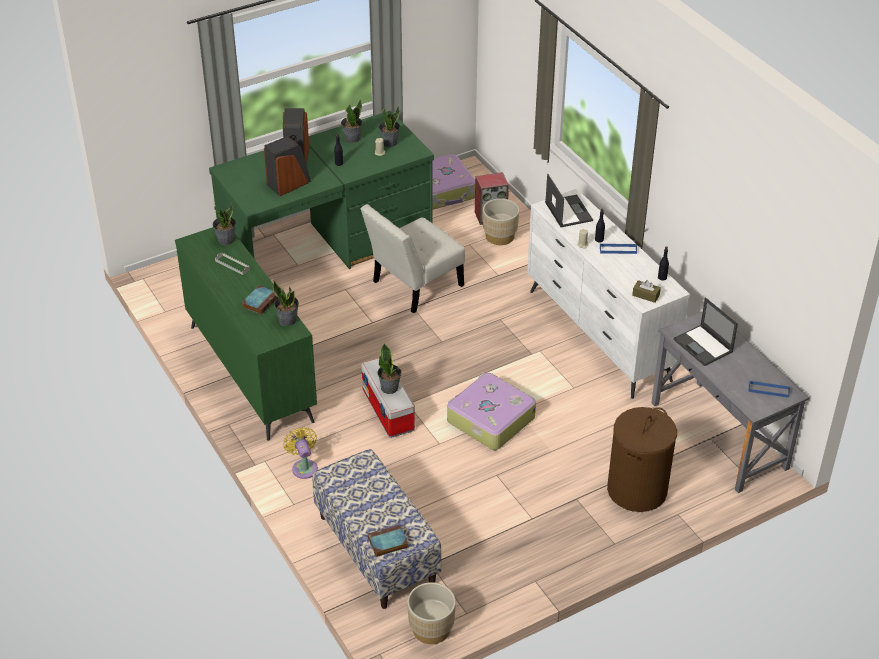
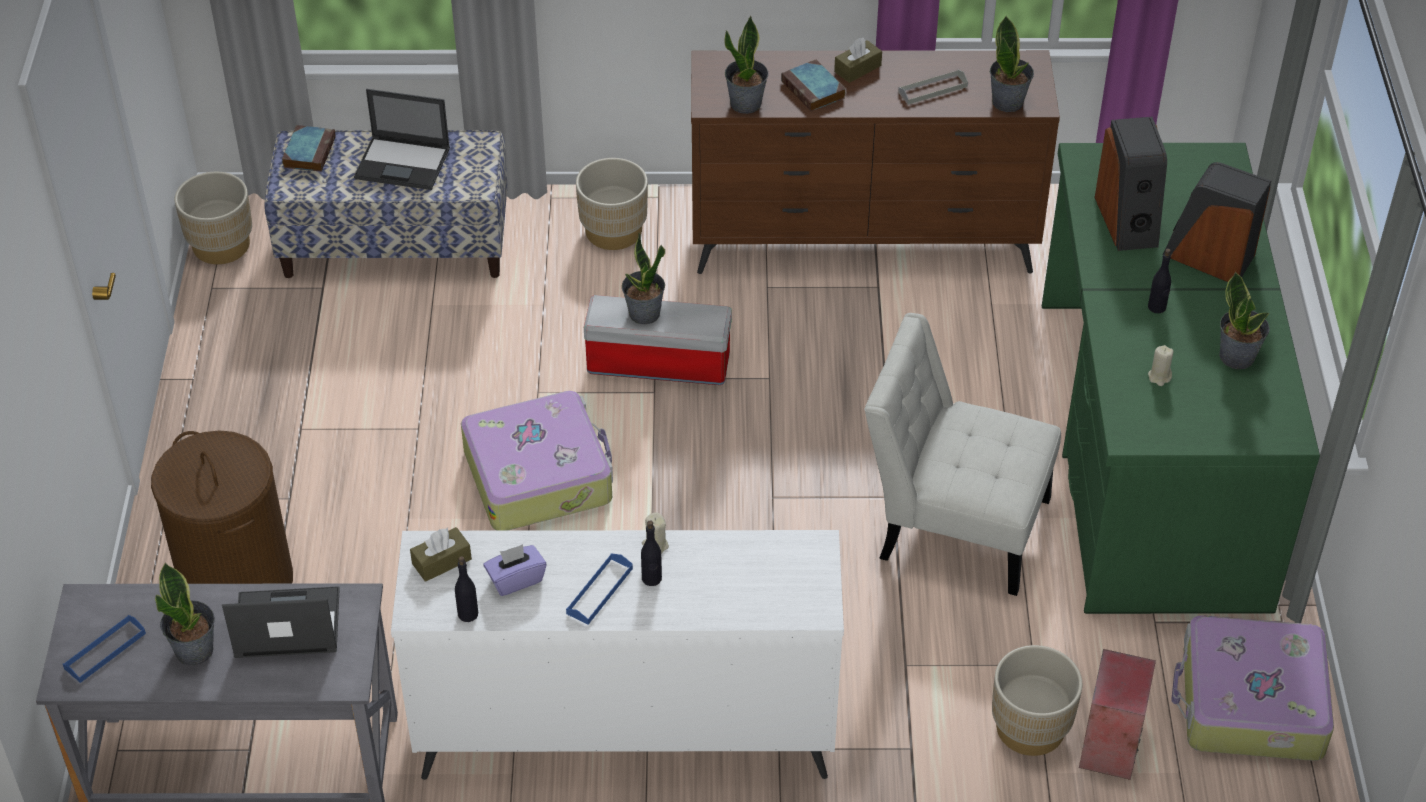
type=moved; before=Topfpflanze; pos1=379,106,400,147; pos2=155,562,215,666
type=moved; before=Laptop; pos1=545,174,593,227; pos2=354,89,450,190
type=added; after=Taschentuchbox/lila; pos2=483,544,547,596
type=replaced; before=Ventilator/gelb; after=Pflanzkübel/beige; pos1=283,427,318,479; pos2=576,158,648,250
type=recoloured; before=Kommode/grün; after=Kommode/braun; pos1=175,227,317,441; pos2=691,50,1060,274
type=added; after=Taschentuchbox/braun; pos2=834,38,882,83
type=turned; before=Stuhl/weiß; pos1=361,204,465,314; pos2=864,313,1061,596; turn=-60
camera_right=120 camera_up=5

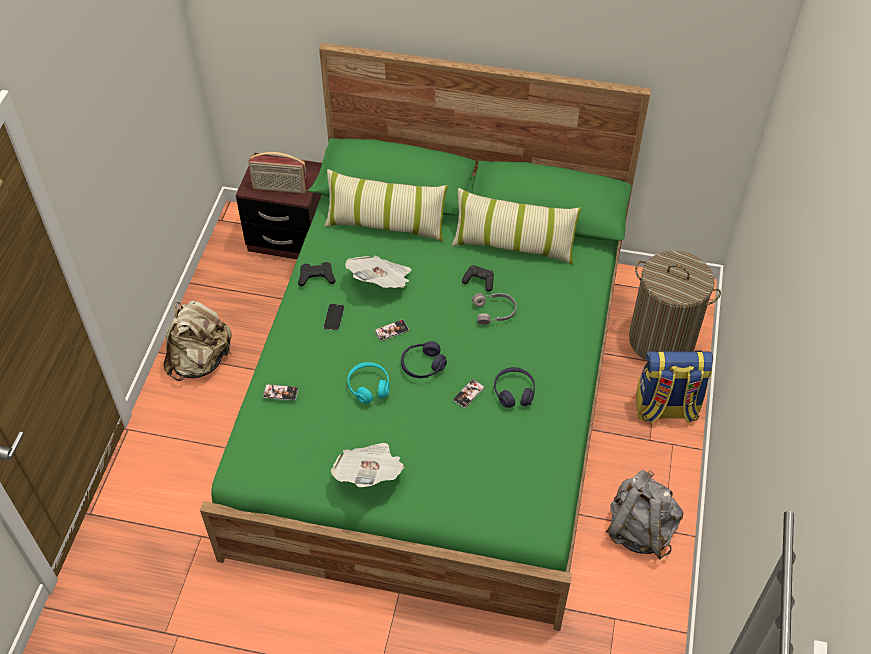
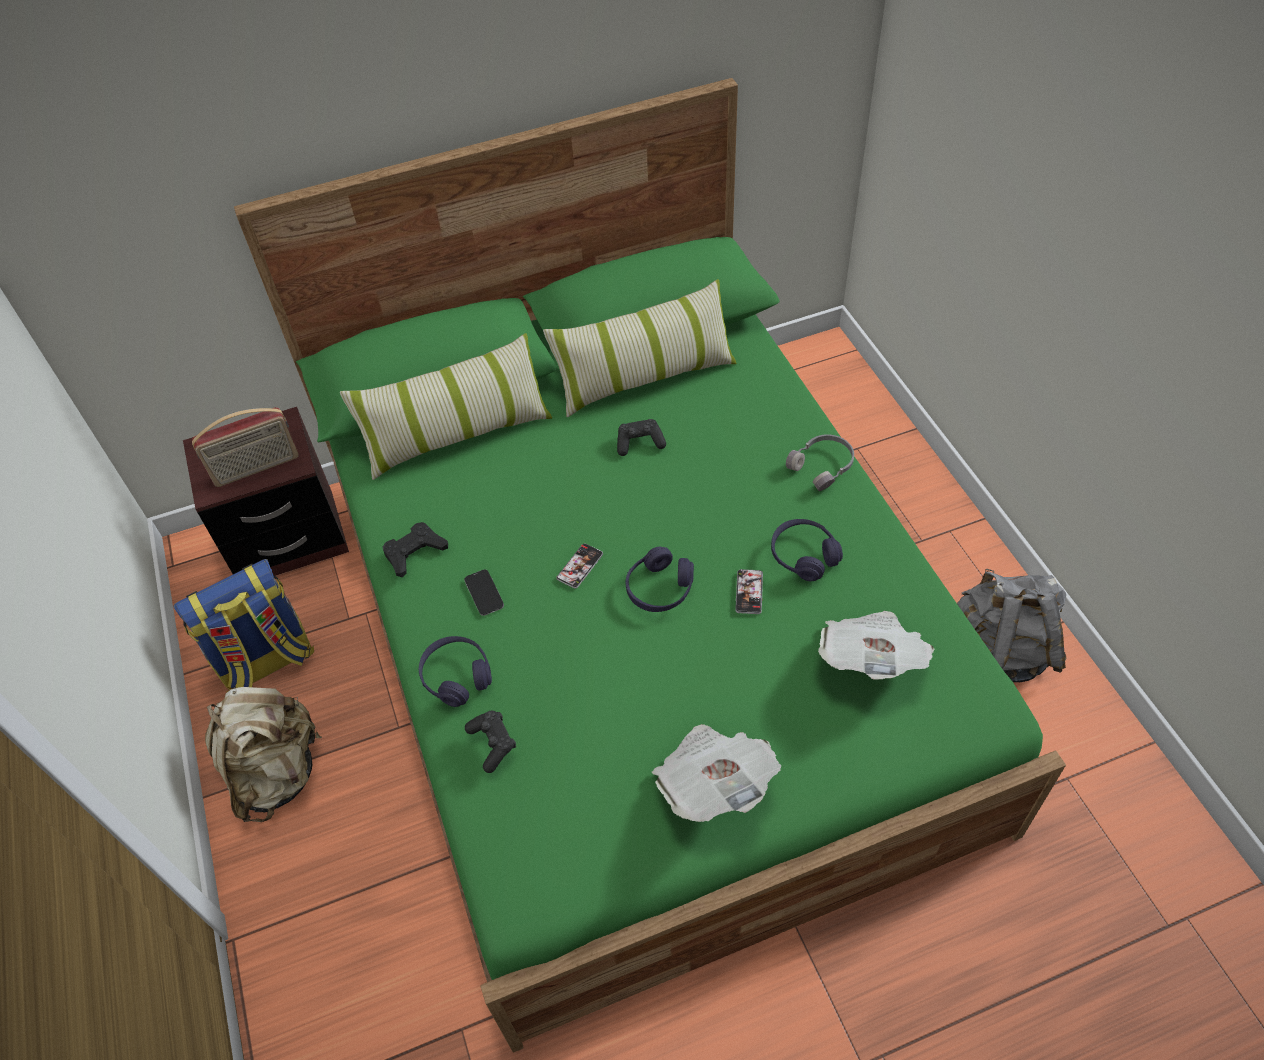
type=moved; before=Rucksack; pos1=636,350,713,424; pos2=173,559,314,692
type=added; after=Kopfhörer/lila; pos2=419,636,492,707
type=replaced; before=Handy; after=Gamepad/schwarz; pos1=263,384,298,401; pos2=465,711,516,773
type=moved; before=Kopfhörer/grau; pos1=472,293,517,324; pos2=786,434,854,491
type=moved; before=Zeitung; pos1=345,256,411,288; pos2=818,611,935,679
type=removed; before=Kopfhörer/türkis; pos1=348,362,389,404
type=removed; before=Wäschekorb; pos1=629,251,721,361
camera_right=-30 camera_up=0

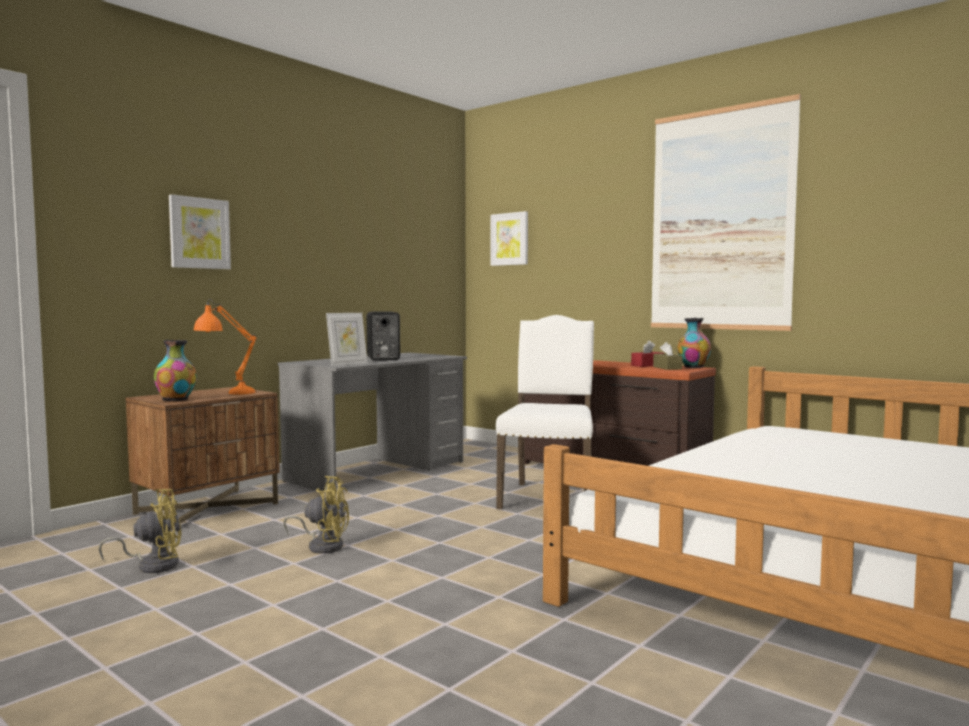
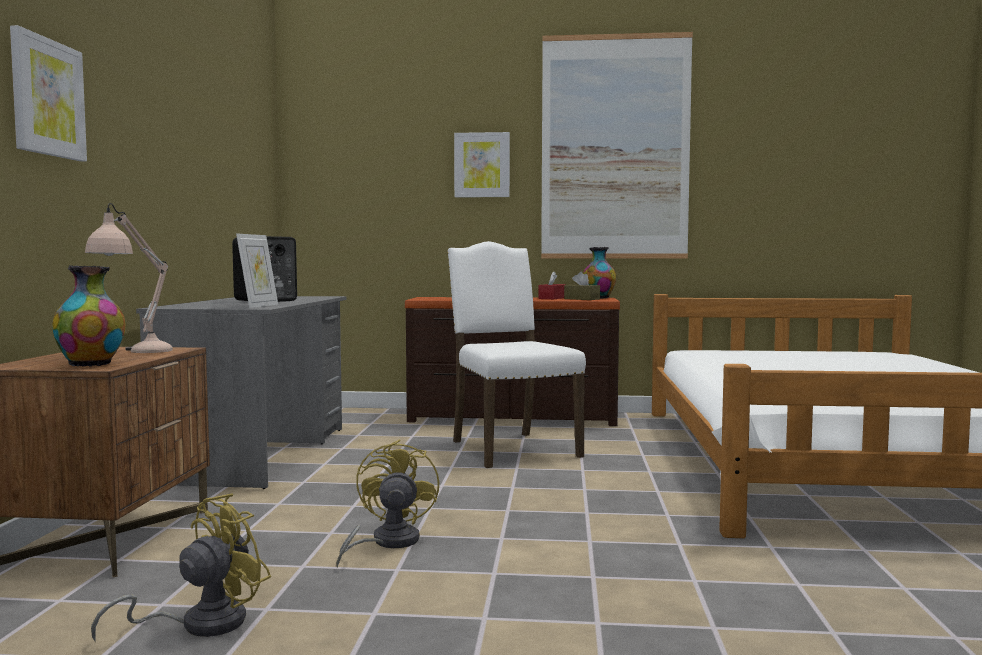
type=recoloured; before=Tischlampe/orange; after=Tischlampe/beige; pos1=194,299,257,395; pos2=85,203,173,353
type=turned; before=Ventilator/gelb; pos1=283,476,349,554; pos2=336,439,439,568; turn=-60
type=moved; before=Bild; pos1=491,211,528,266; pos2=454,132,510,198
camera_right=-35 camera_up=0

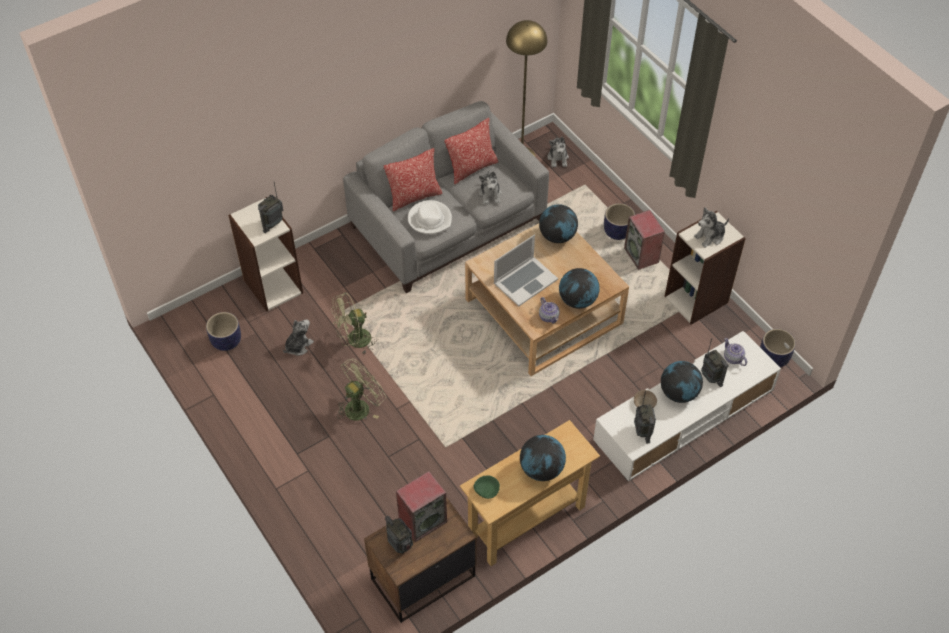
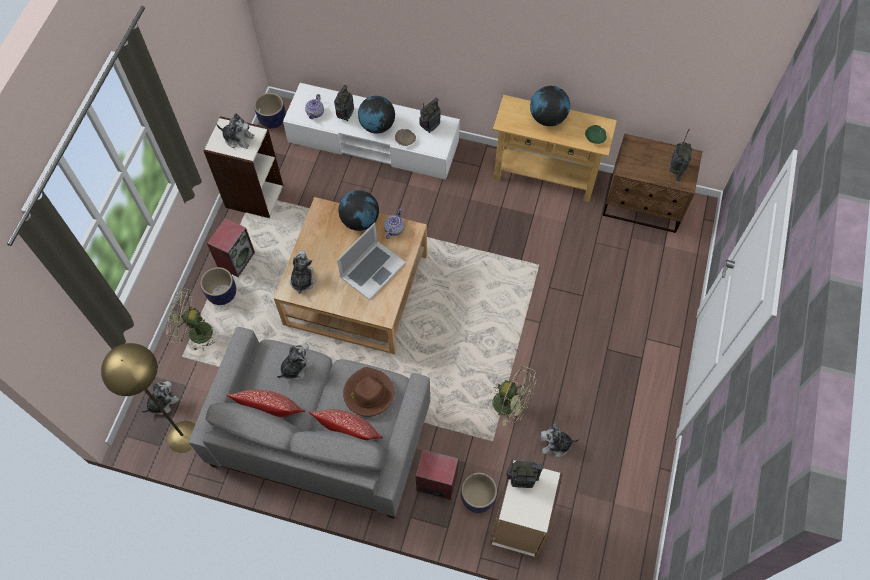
type=moved; before=Ventilator/grün; pos1=337,358,386,421; pos2=167,288,215,351
type=replaced; before=Globus; after=Plüschtier; pos1=539,204,578,243; pos2=290,250,316,294
type=turned; before=Laptop; pos1=494,235,558,306; pos2=337,223,406,300; turn=120
type=recoloured; before=Hut/weiß; after=Hut/braun; pos1=408,200,452,234; pos2=343,367,394,417
type=moved; before=Lautsprecher; pos1=396,471,447,542; pos2=416,449,459,500
type=moved; before=Pflanzkübel; pos1=206,312,241,351; pos2=461,472,497,513
camera_right=-130 camera_up=10

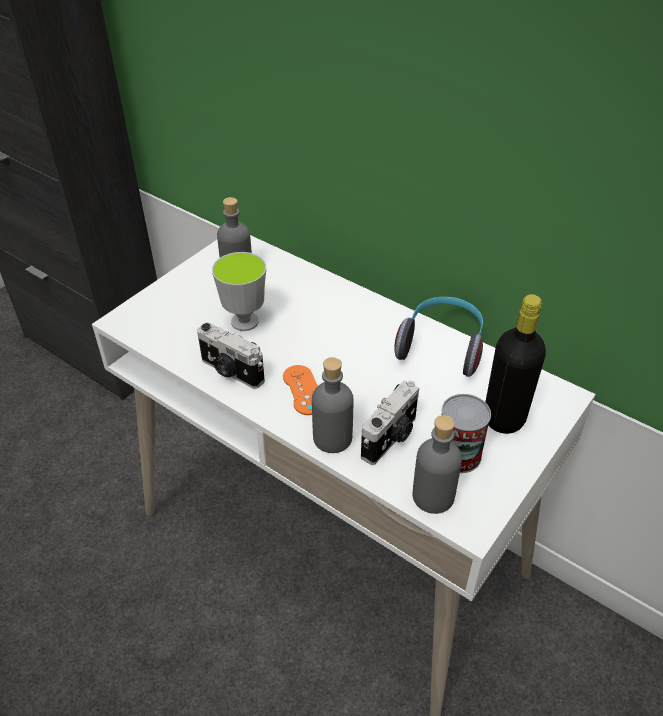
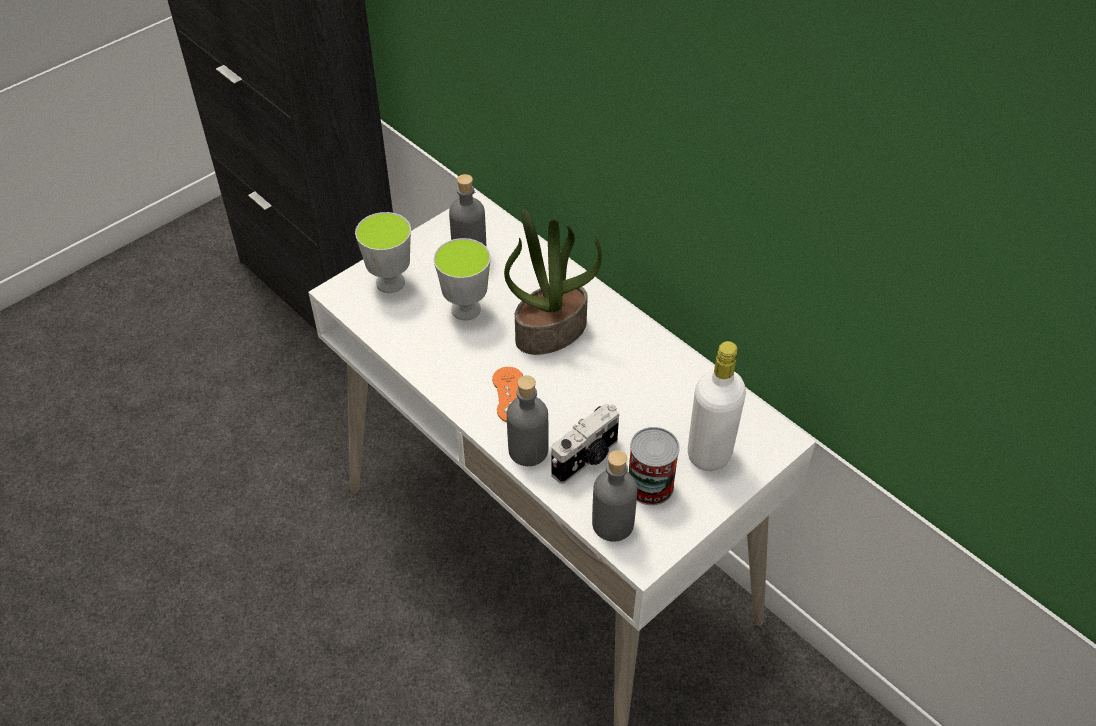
type=added; after=Tasse; pos2=355,212,411,293
type=added; after=Topfpflanze; pos2=504,210,602,355
type=recoloured; before=Flasche/schwarz; after=Flasche/weiß; pos1=485,294,546,434; pos2=688,341,746,471
type=removed; before=Kamera; pos1=197,323,265,389
type=removed; before=Kopfhörer; pos1=394,297,483,377
camera_right=10 camera_up=5

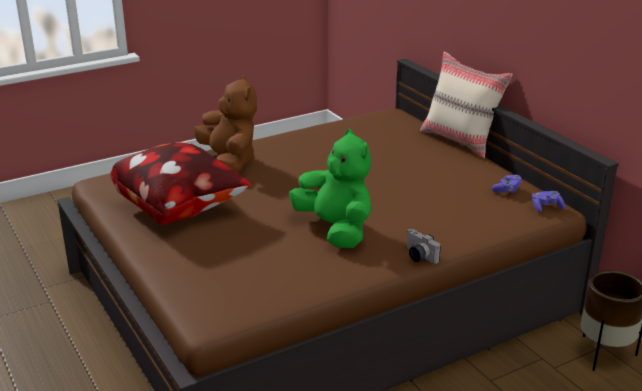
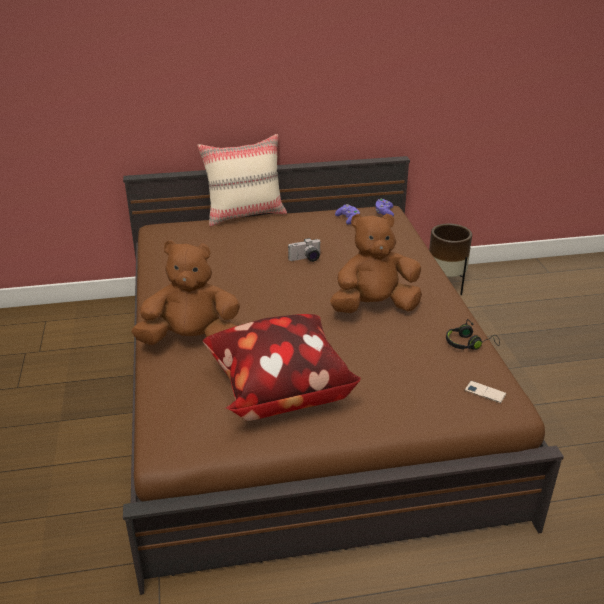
type=moved; before=Kamera; pos1=407,229,441,264; pos2=288,238,321,262
type=recoloured; before=Plüschtier/grün; after=Plüschtier/braun; pos1=289,129,371,248; pos2=330,213,422,313
type=added; after=Kopfhörer/schwarz; pos2=446,319,500,350
type=added; after=Handy; pos2=465,381,507,404
camera_right=-70 camera_up=5

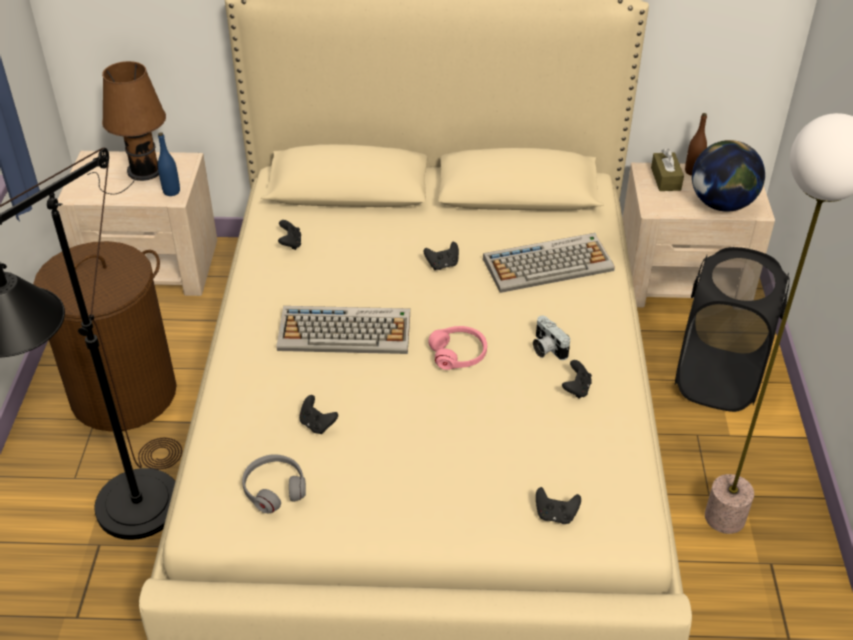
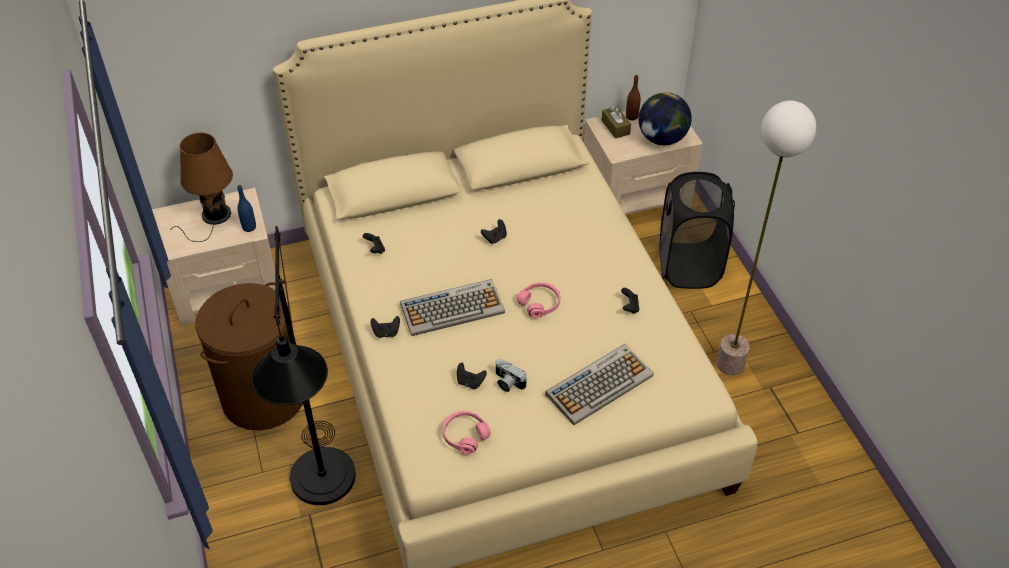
type=moved; before=Gamepad/schwarz; pos1=536,487,581,524; pos2=371,316,400,338
type=recoloured; before=Kopfhörer/grau; after=Kopfhörer/rosa; pos1=242,454,306,513; pos2=443,411,491,454
type=moved; before=Kamera; pos1=533,316,570,360; pos2=495,359,527,392
type=moved; before=Tastatur; pos1=483,233,615,293; pos2=545,344,654,425
camera_right=-20 camera_up=5

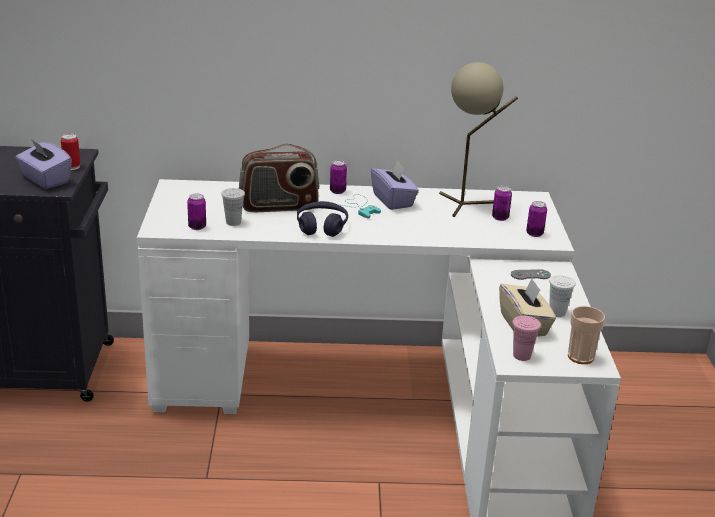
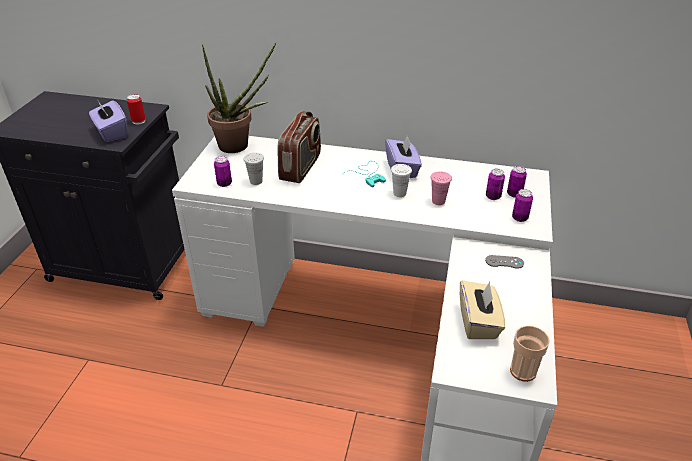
type=added; after=Topfpflanze; pos2=202,42,277,153
type=turned; before=Radio; pos1=239,144,319,212; pos2=277,111,321,183; turn=-75
type=moved; before=Tasse/weiß; pos1=549,275,576,317; pos2=391,164,412,197
type=moved; before=Tasse/rosa; pos1=512,316,541,361; pos2=431,171,452,205
type=moved; before=Dose; pos1=330,160,347,194; pos2=507,166,527,198
type=removed; before=Kopfhörer/lila; pos1=297,201,348,237
type=removed; before=Tischlampe/beige; pos1=439,62,518,217
camera_right=15 camera_up=10

